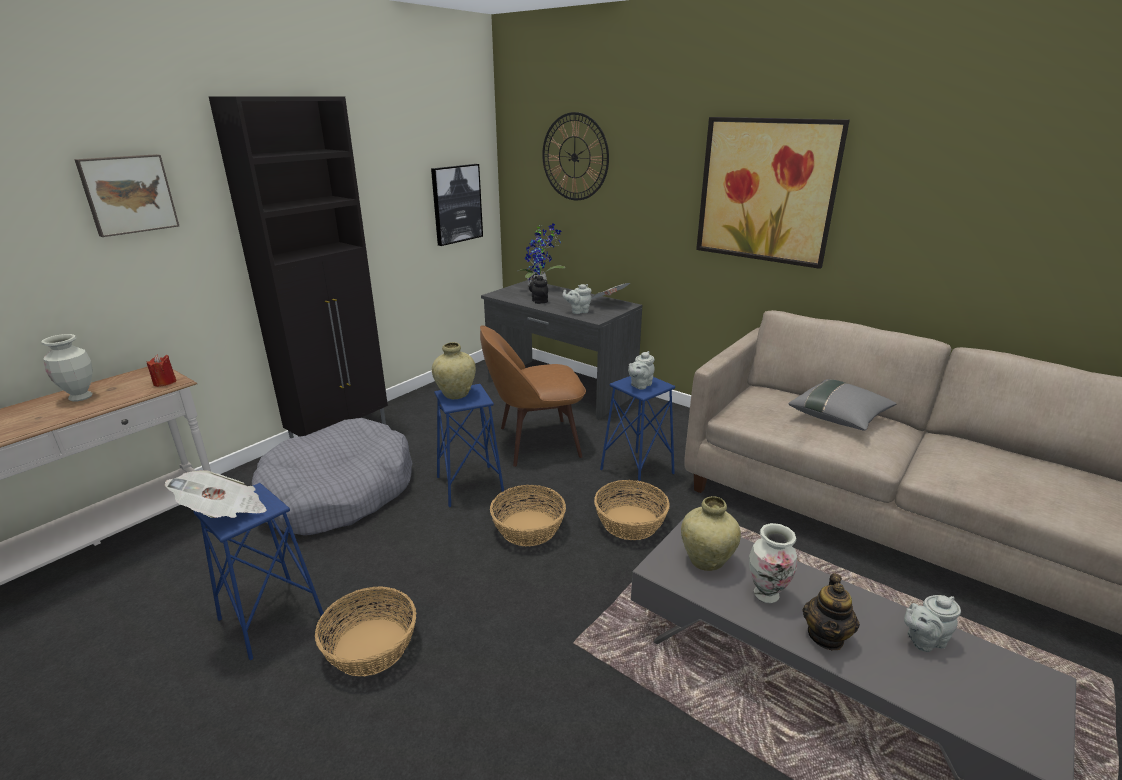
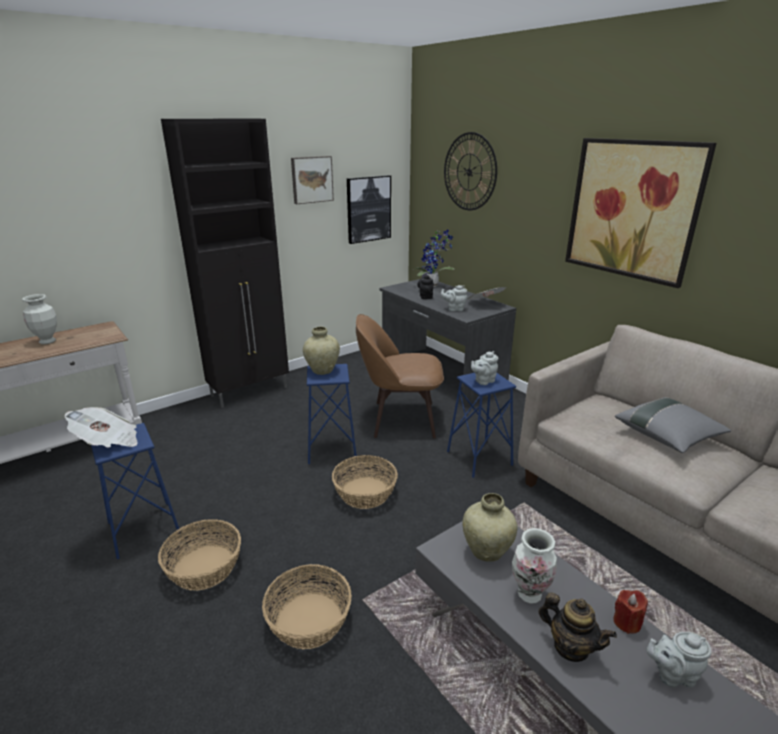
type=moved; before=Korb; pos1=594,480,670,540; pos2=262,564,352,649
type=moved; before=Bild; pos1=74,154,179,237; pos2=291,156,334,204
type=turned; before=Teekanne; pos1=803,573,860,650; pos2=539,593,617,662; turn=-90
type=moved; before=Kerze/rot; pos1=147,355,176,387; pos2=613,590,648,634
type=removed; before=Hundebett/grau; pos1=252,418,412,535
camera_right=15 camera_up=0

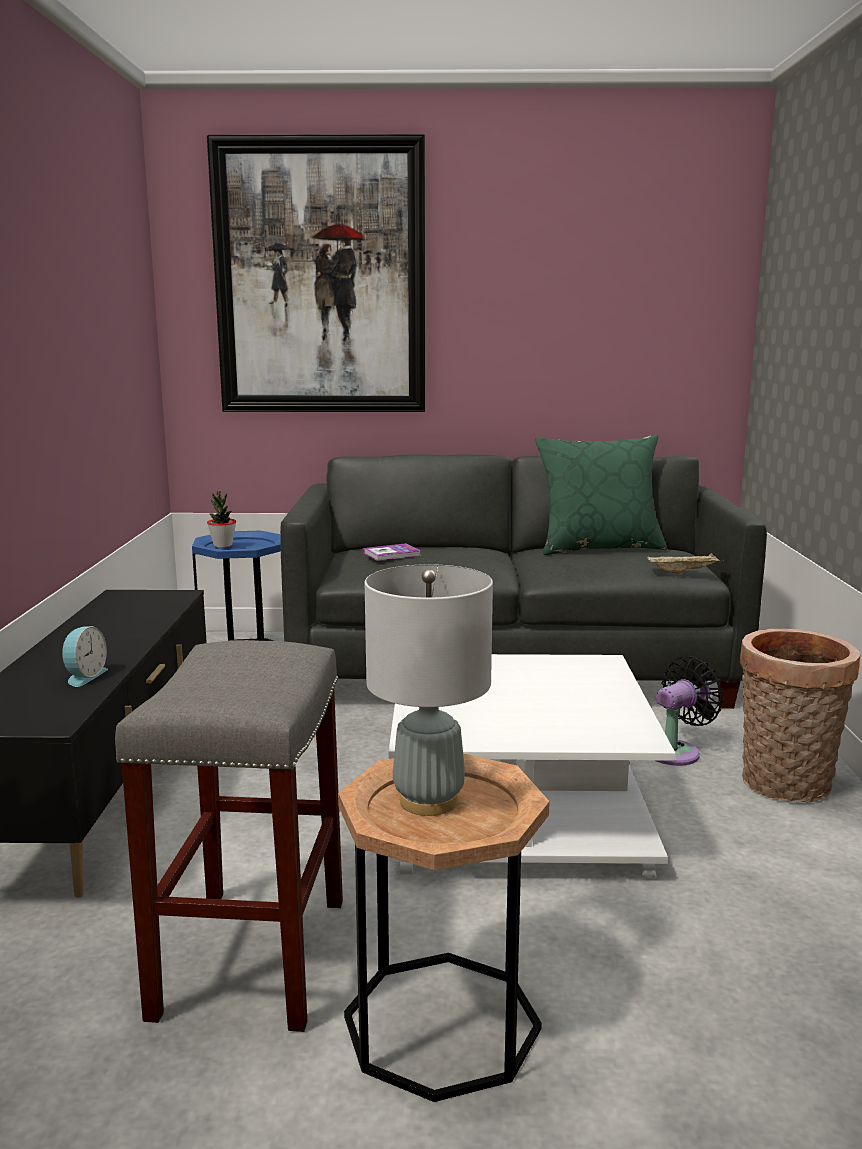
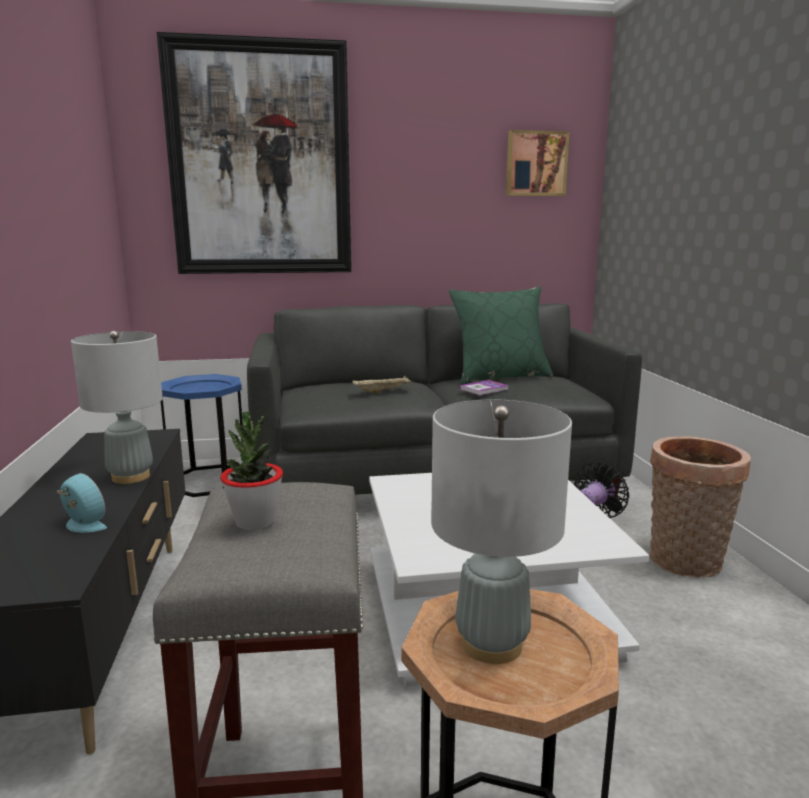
type=turned; before=Wecker; pos1=62,626,108,687; pos2=56,473,107,532; turn=-60
type=added; after=Tischlampe/grau; pos2=71,331,163,484
type=moved; before=Topfpflanze; pos1=207,491,236,548; pos2=220,411,283,530
type=moved; before=Tablett/beige; pos1=647,553,724,574; pos2=352,376,413,393
type=moved; before=Buch; pos1=363,543,421,561; pos2=459,380,509,395
type=added; after=Bild; pos2=506,130,570,196
camera_right=-10 camera_up=0

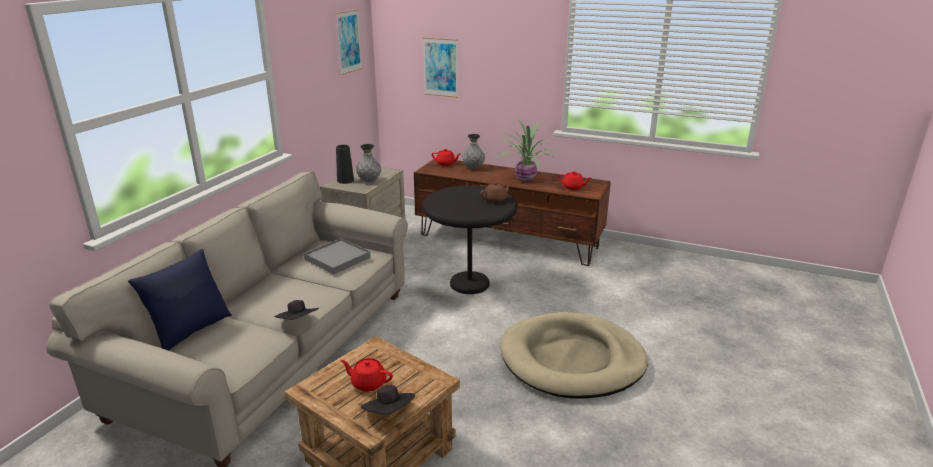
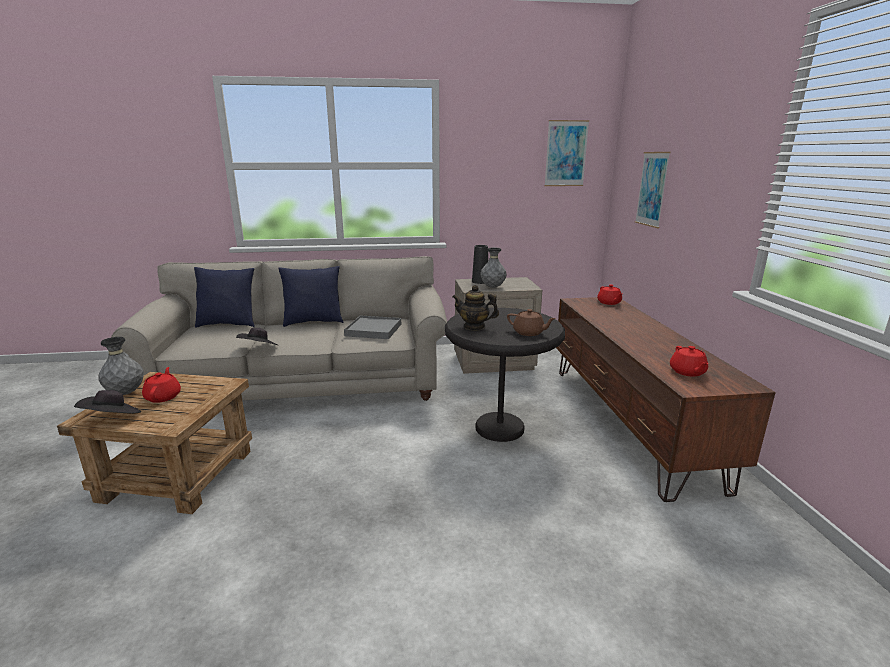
type=moved; before=Vase/grau; pos1=463,134,485,169; pos2=98,337,144,395
type=added; after=Kissen/blau; pos2=278,266,343,327
type=added; after=Teekanne; pos2=453,285,499,331
type=removed; before=Topfpflanze; pos1=496,119,557,182
type=removed; before=Hundebett/beige; pos1=500,312,648,398
camera_right=60 camera_up=-5

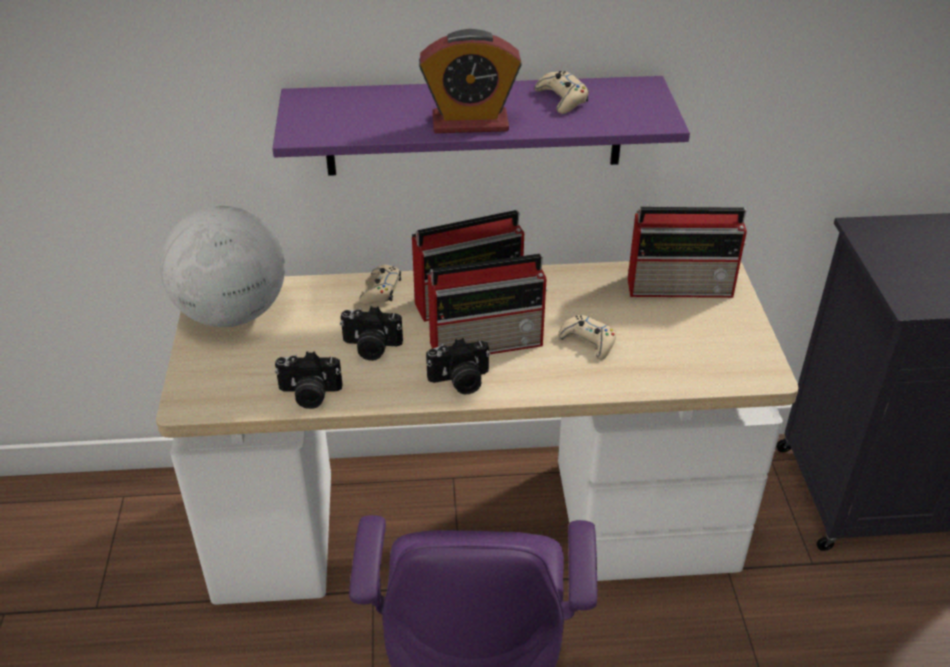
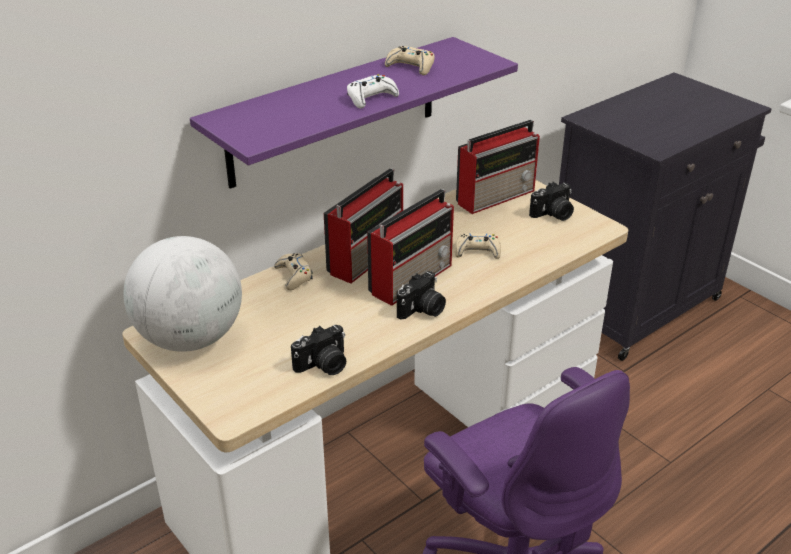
type=replaced; before=Wecker; after=Gamepad/weiß; pos1=419,29,522,133; pos2=347,74,399,108
type=moved; before=Kamera; pos1=340,306,403,361; pos2=529,182,574,221
camera_right=-35 camera_up=-5

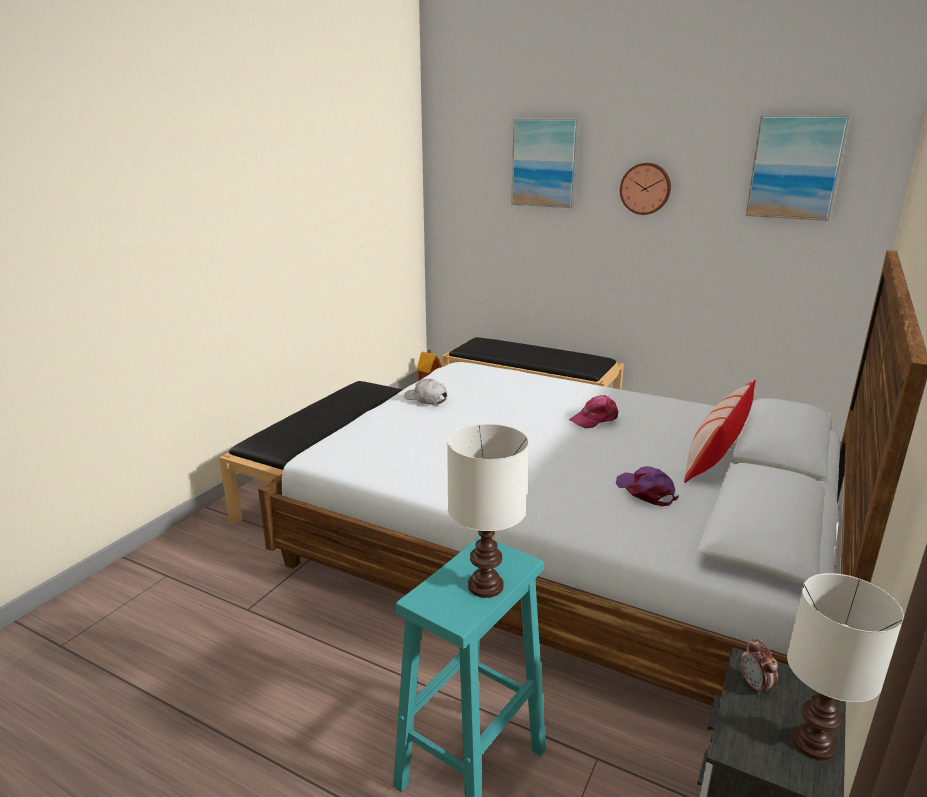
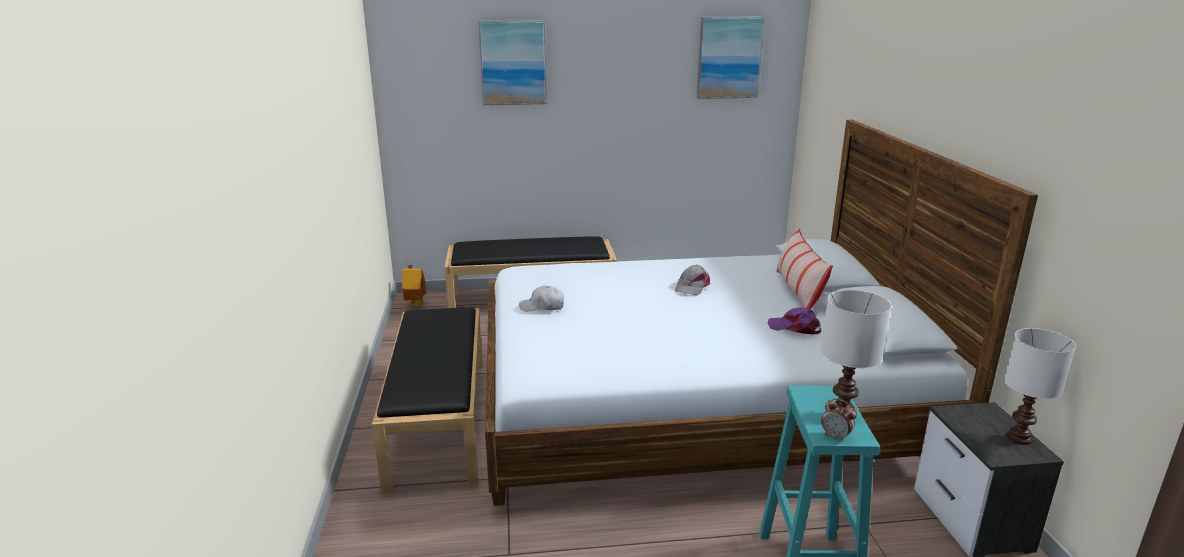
type=recoloured; before=Kappe/rosa; after=Kappe/grau; pos1=569,395,618,429; pos2=675,264,710,296
type=moved; before=Wecker; pos1=740,638,778,695; pos2=821,398,856,442
type=removed; before=Wanduhr; pos1=620,163,671,215
camera_right=-35 camera_up=0

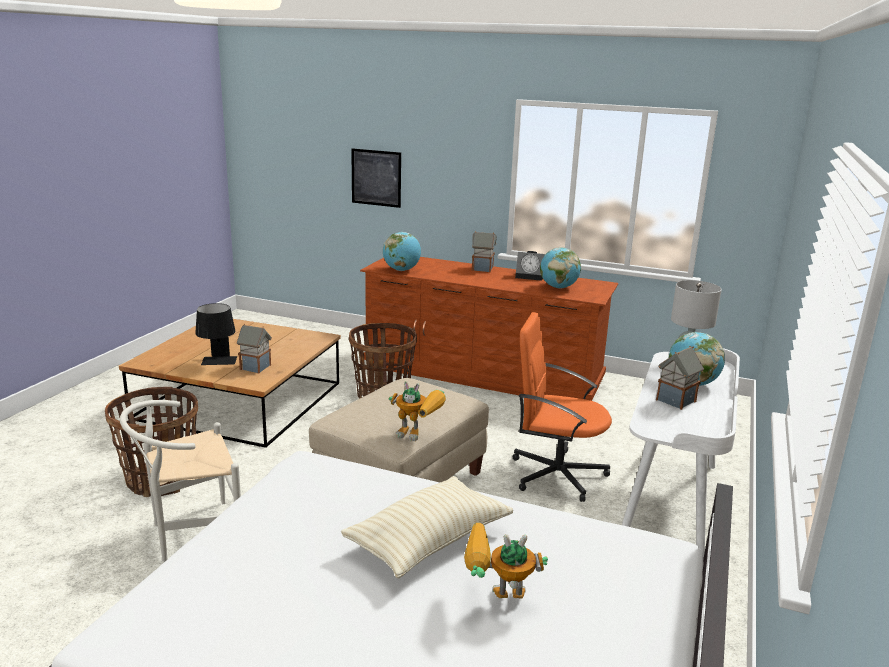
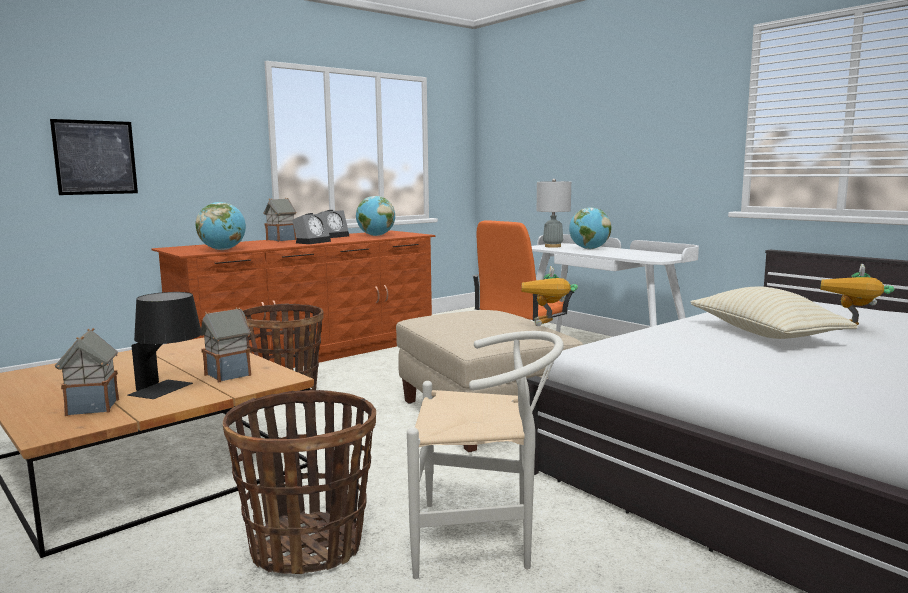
type=moved; before=Spielzeughaus; pos1=656,346,704,410; pos2=55,328,119,416
type=added; after=Wecker; pos2=292,213,331,244
type=turned; before=Stuhl/weiß; pos1=120,400,241,562; pos2=407,331,564,579; turn=-90
type=turned; before=Spielzeugroboter; pos1=389,381,446,441; pos2=522,266,578,326; turn=135
camera_right=-60 camera_up=-10

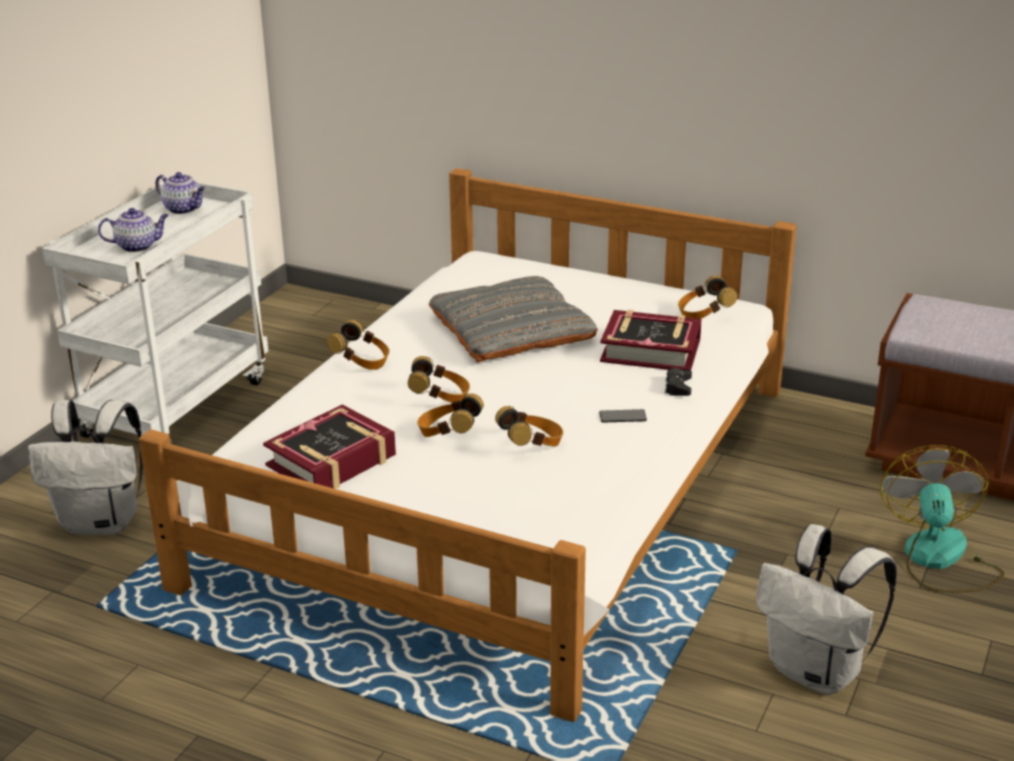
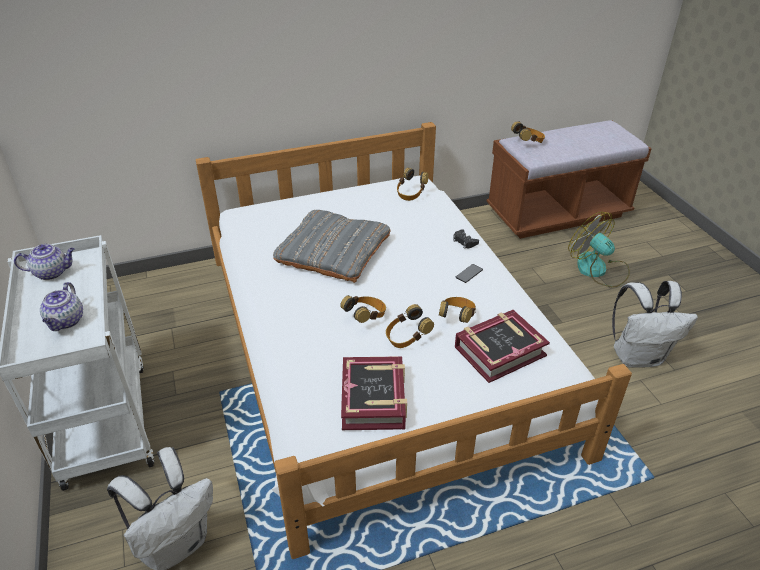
type=turned; before=Teekanne; pos1=98,208,169,252; pos2=40,282,83,331; turn=150
type=moved; before=Buch; pos1=600,309,702,371; pos2=455,310,550,383
type=moved; before=Kopfhörer; pos1=327,320,389,370; pos2=511,121,545,143
camera_right=-45 camera_up=10

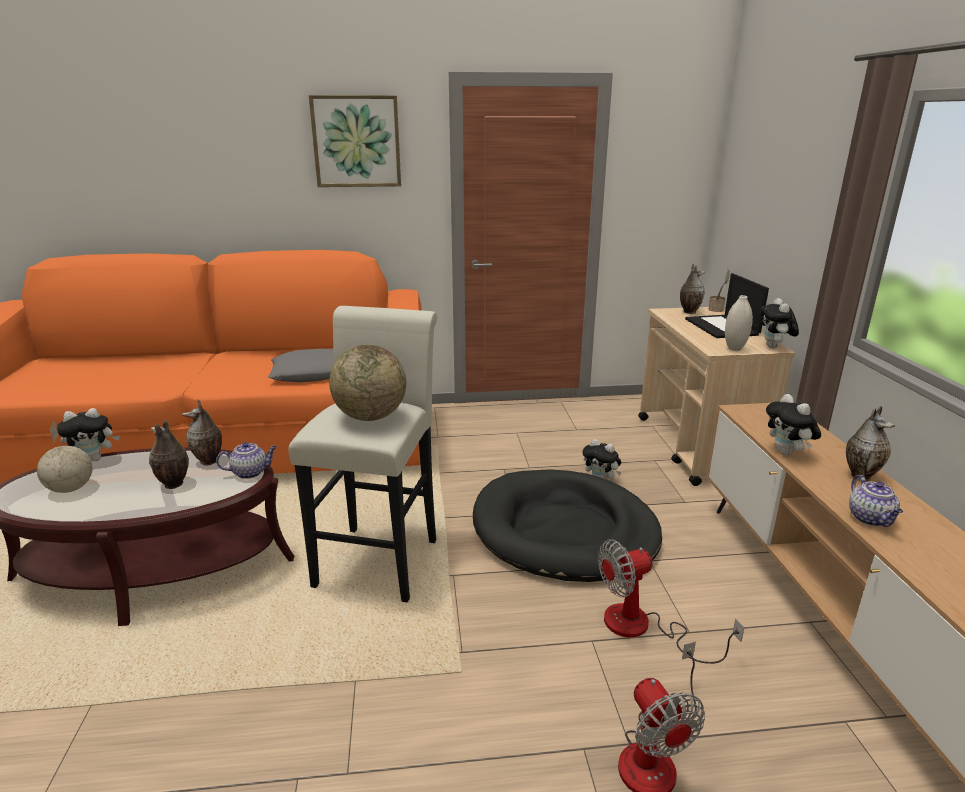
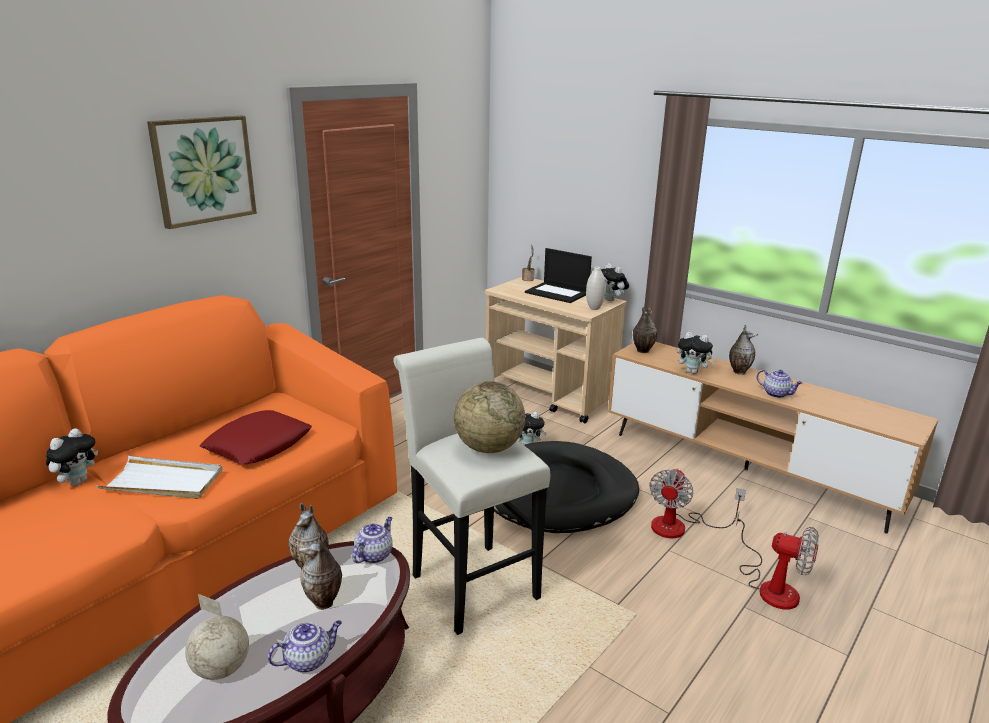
type=moved; before=Plüschtier; pos1=57,408,120,461; pos2=46,428,98,486
type=added; after=Tablett/weiß; pos2=96,456,222,499
type=recoloured; before=Kissen/grau; after=Kissen/rot; pos1=268,349,334,382; pos2=200,410,312,464
type=added; after=Teekanne; pos2=268,620,342,673
type=moved; before=Vase; pos1=680,264,705,314; pos2=633,307,657,353
camera_right=-45 camera_up=0

